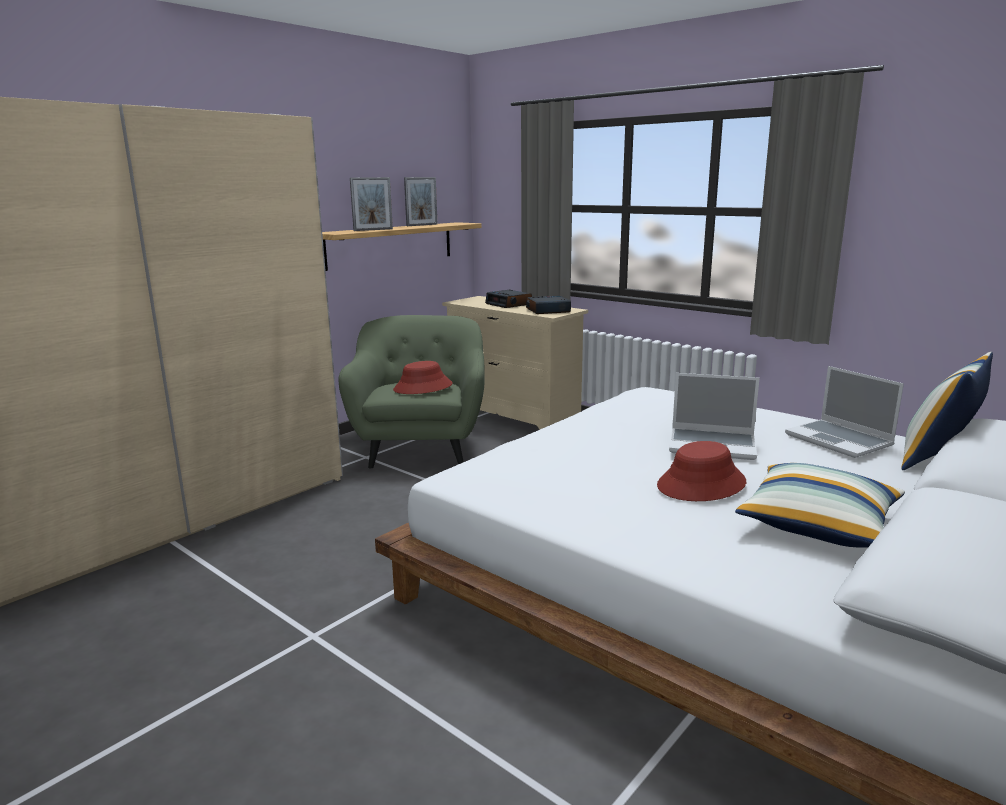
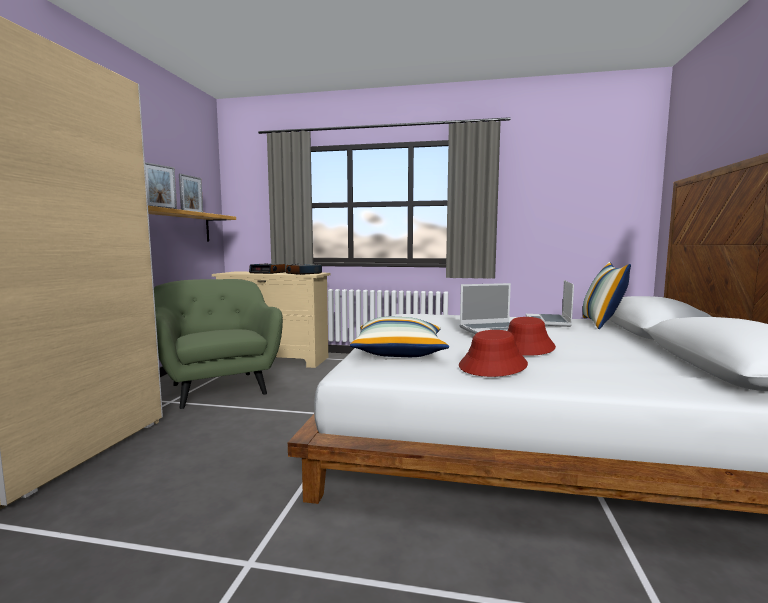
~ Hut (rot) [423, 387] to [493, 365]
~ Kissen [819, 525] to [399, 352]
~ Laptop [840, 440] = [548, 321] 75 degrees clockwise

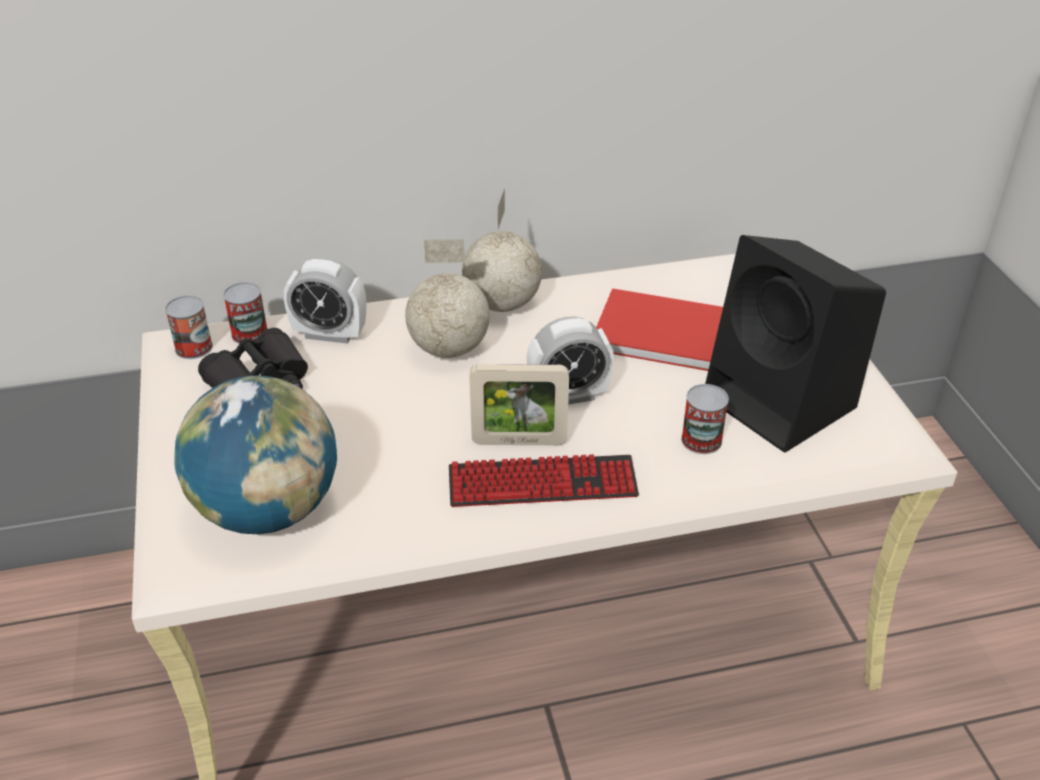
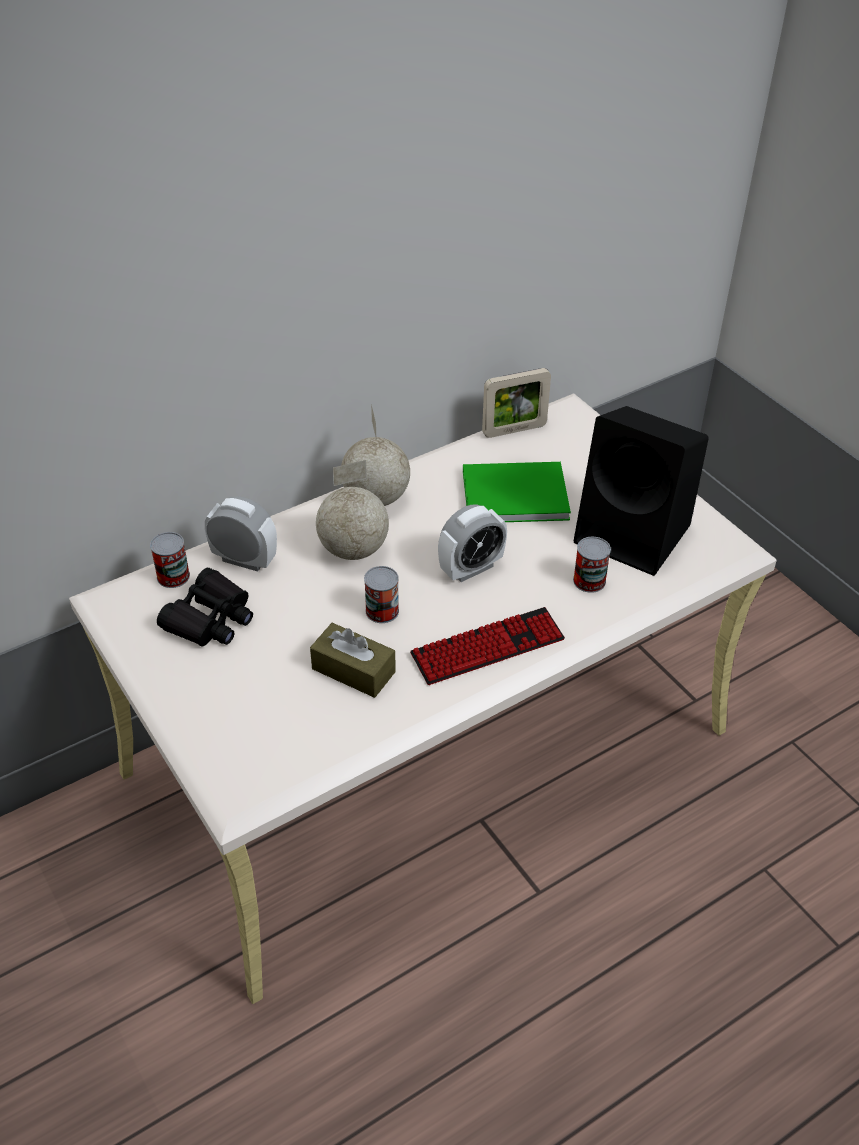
~ Dose [194, 348] to [382, 611]
- Globus [268, 510]
~ Wecker [330, 334] = [244, 560] 150 degrees counterclockwise
~ Bilderrahmen [519, 441] to [514, 430]
~ Buch (rot) [655, 330] to Buch (grün) [511, 493]
+ Taschentuchbox (braun) [353, 670]

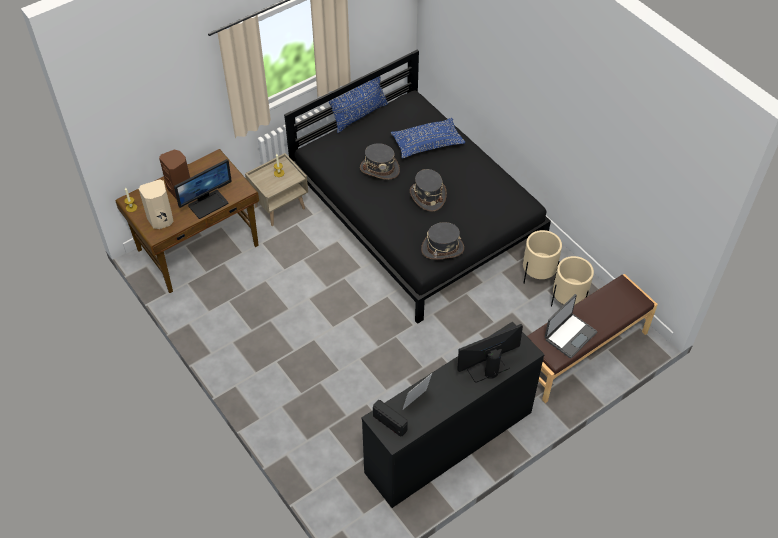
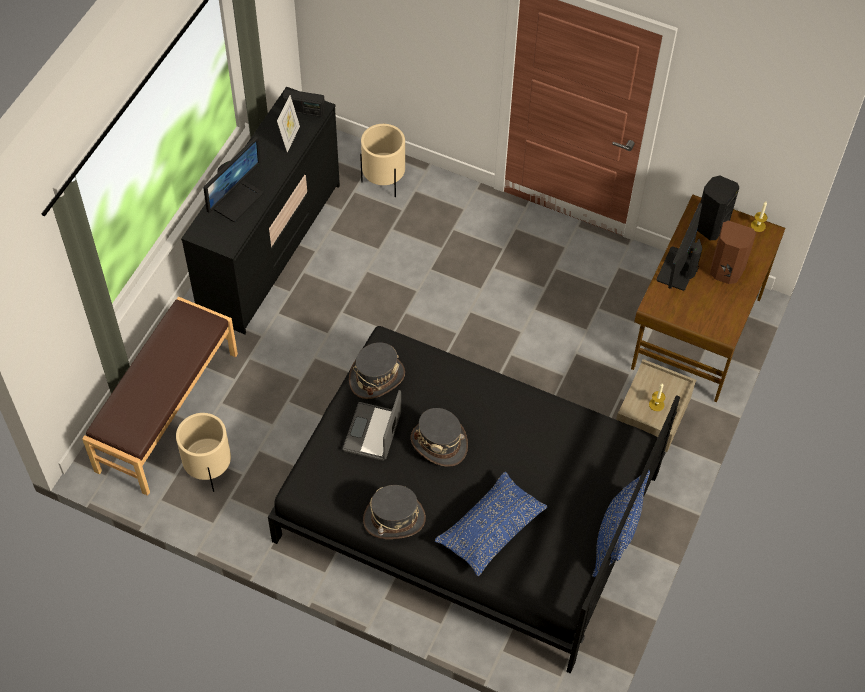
~ Lautsprecher (beige) [161, 220] to Lautsprecher (schwarz) [710, 226]
~ Hut (grau) [379, 169] to [394, 519]
~ Pflanzkübel (beige) [538, 275] to [384, 182]
~ Laptop [569, 335] to [373, 432]

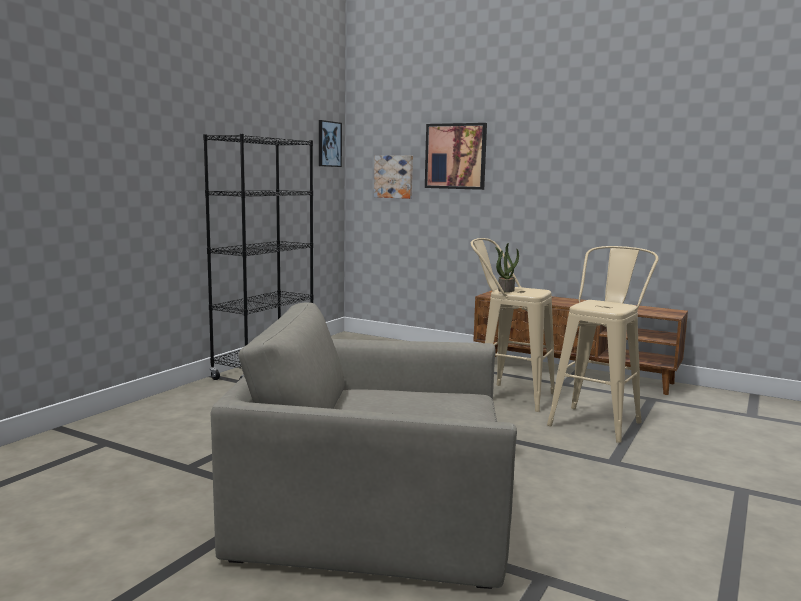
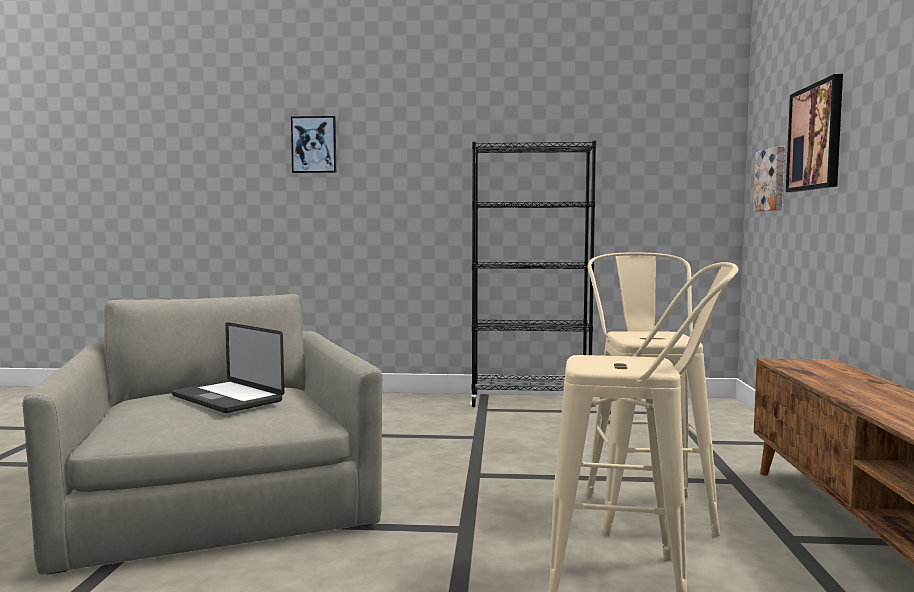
~ Bild [329, 144] to [314, 145]
- Topfpflanze [505, 290]
+ Laptop [227, 398]

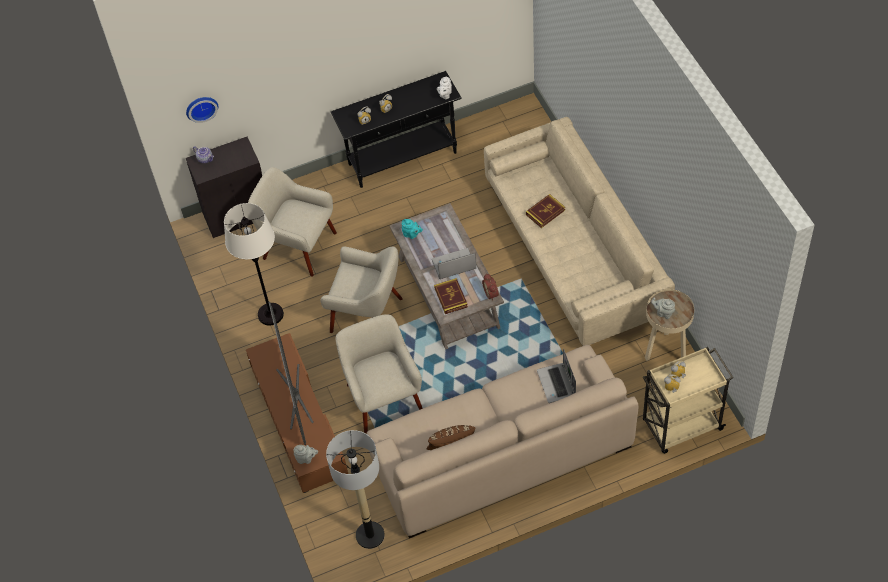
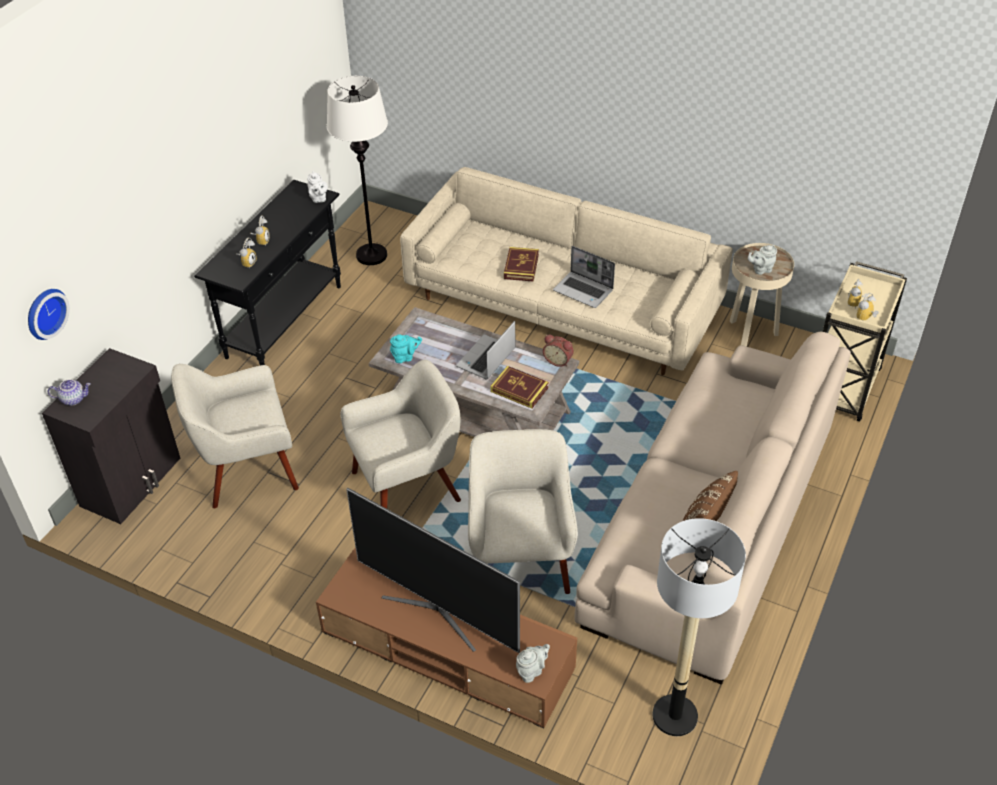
~ Stehlampe (weiß) [270, 315] to [371, 255]
~ Sessel (beige) [383, 396] = [520, 557] 60 degrees clockwise
~ Laptop [557, 384] to [584, 290]

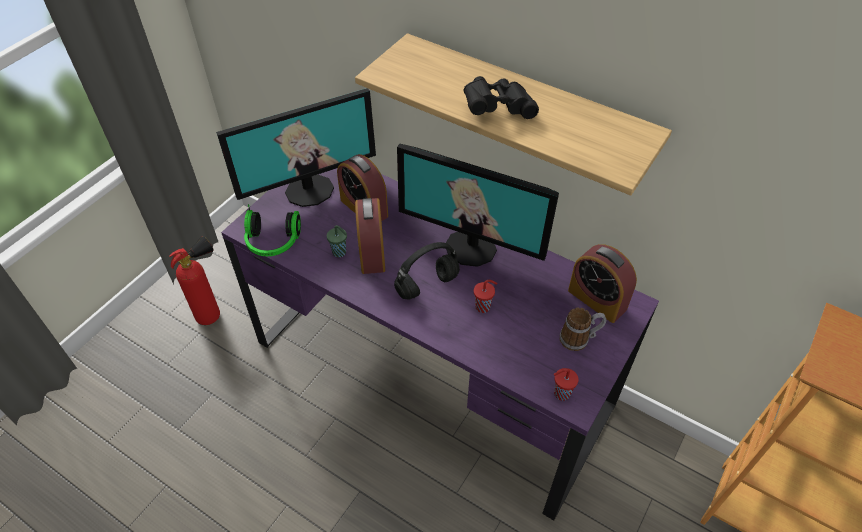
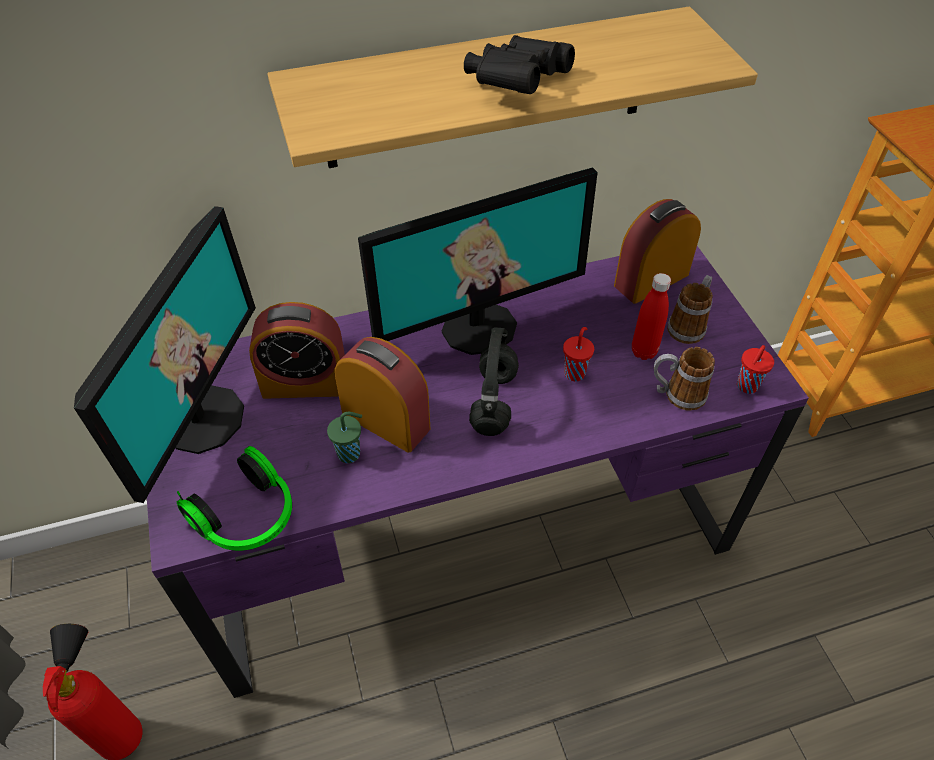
~ Wecker [597, 300] = [651, 280] 150 degrees clockwise
+ Flasche (rot) [643, 351]
+ Henkelbecher [676, 395]

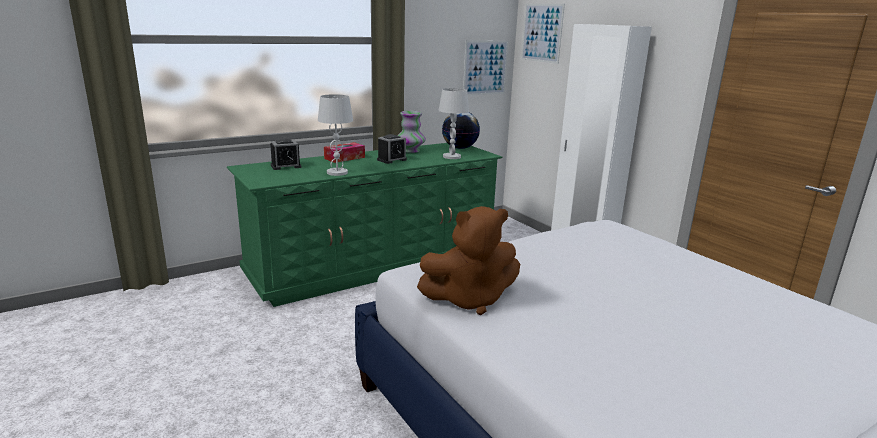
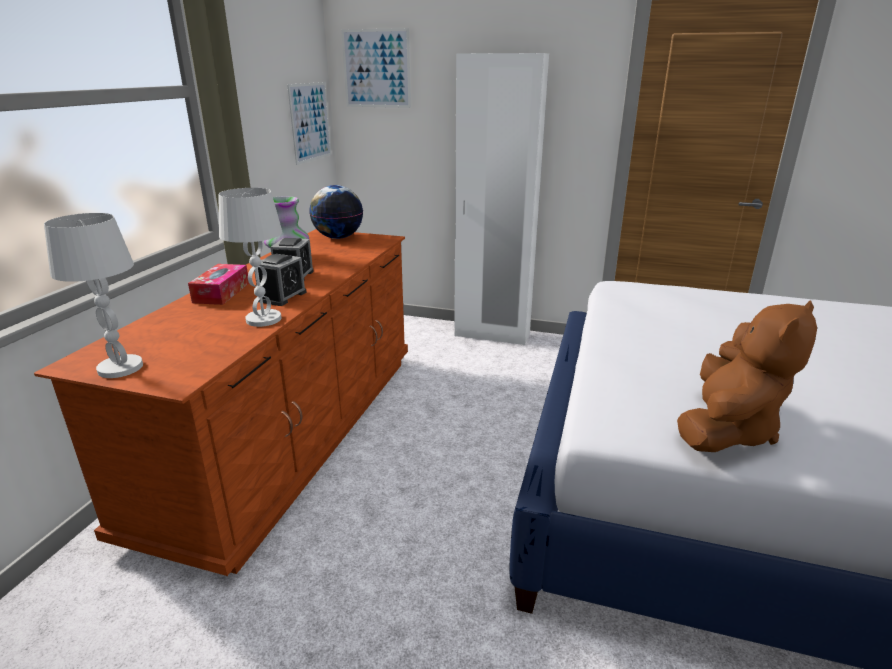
~ Kommode (grün) [374, 264] to Kommode (braun) [293, 433]
~ Wecker [286, 166] to [282, 296]
~ Tischlampe (weiß) [452, 157] to [121, 368]

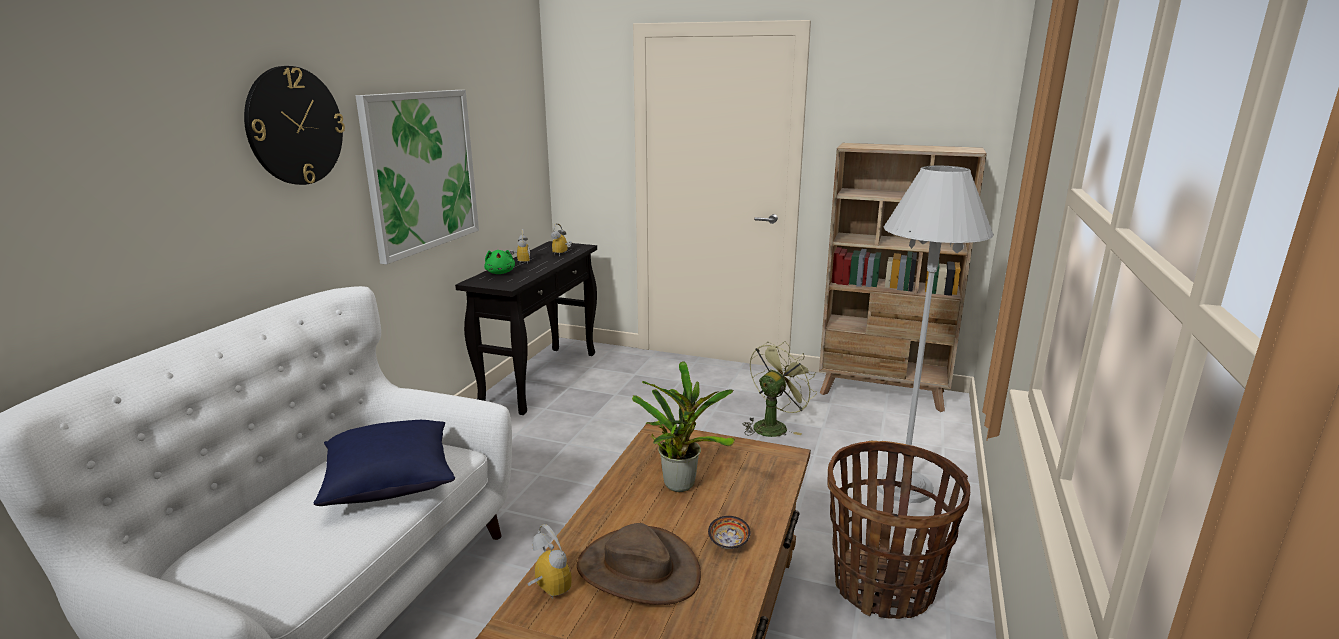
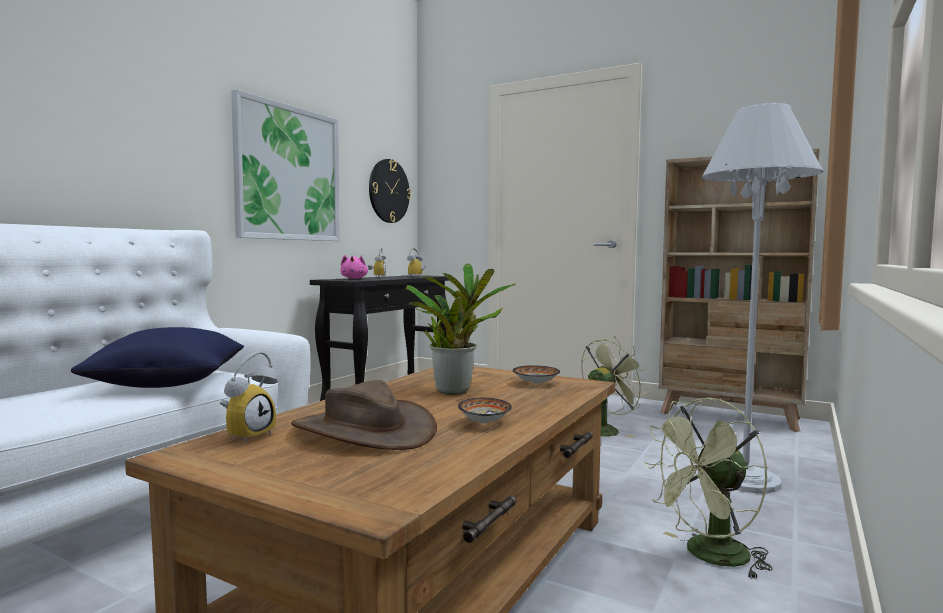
~ Wanduhr [295, 126] to [389, 191]
~ Plüschtier (grün) [500, 273] to Plüschtier (rosa) [354, 278]
~ Wecker [546, 591] = [247, 435] 60 degrees clockwise
~ Korb [883, 586] to Ventilator (grün) [709, 557]
+ Schüssel [535, 383]

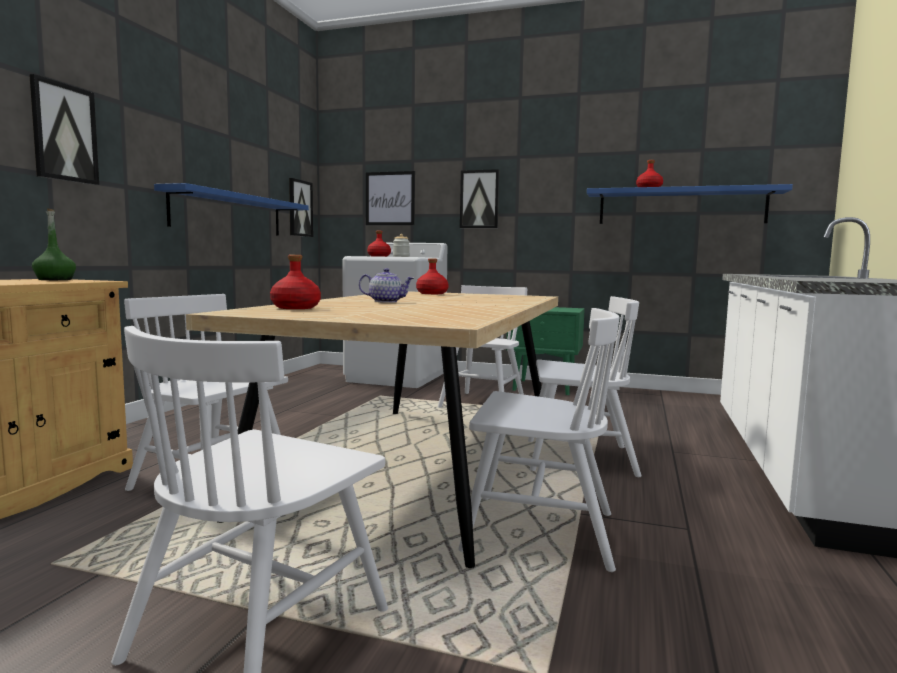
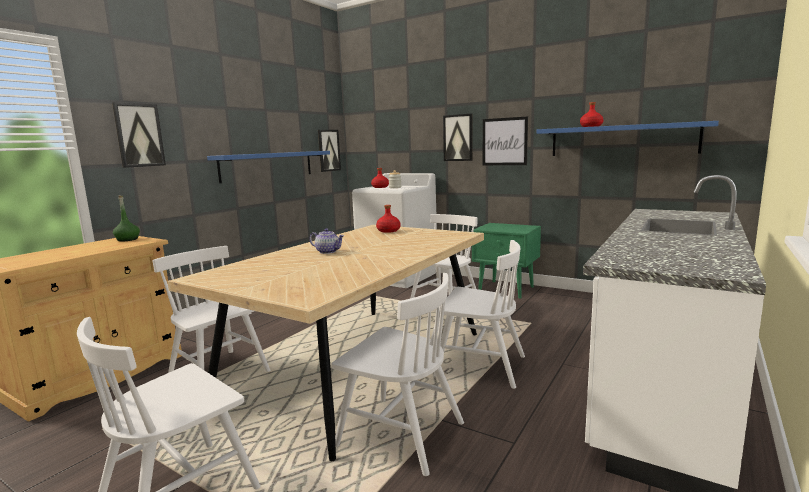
- Flasche (rot) [296, 308]
~ Bild [390, 198] to [504, 141]

